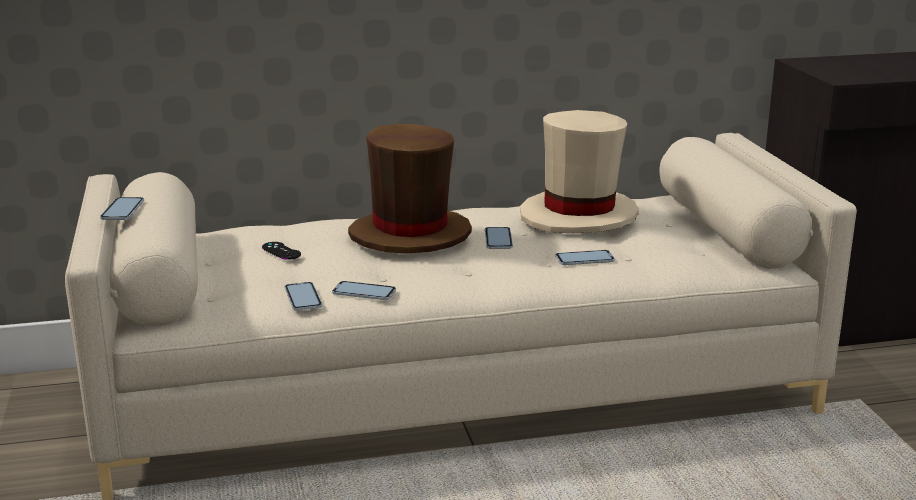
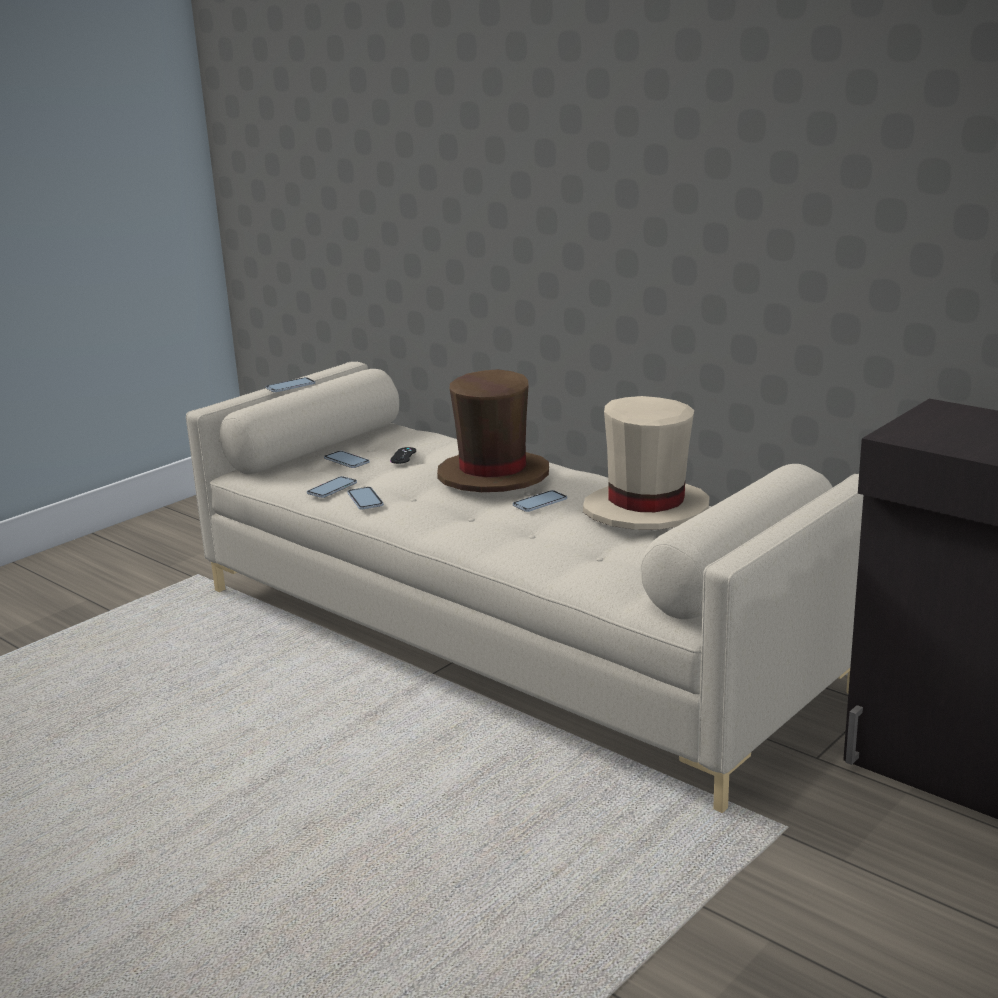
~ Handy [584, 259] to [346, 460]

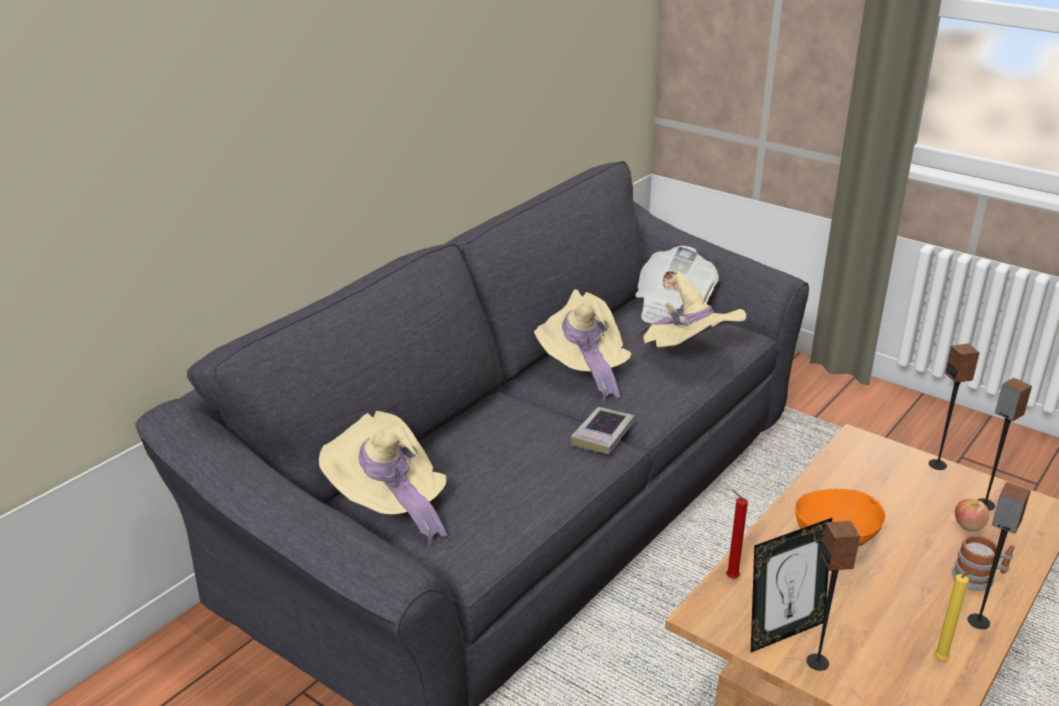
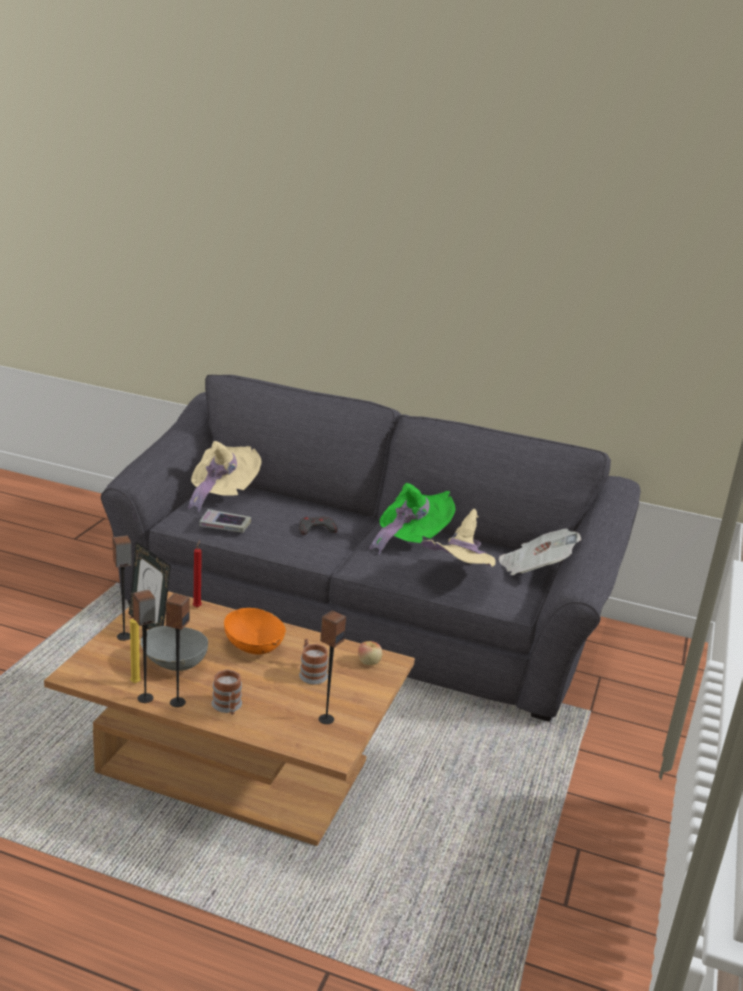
~ Hut (beige) [582, 368] to Hut (grün) [410, 539]
~ Buch [603, 435] to [225, 525]
~ Lautsprecher [938, 464] to [145, 698]
~ Apfel [968, 526] to [369, 662]
+ Schüssel (grau) [173, 664]
+ Gamepad (grau) [316, 529]
+ Henkelbecher [311, 673]

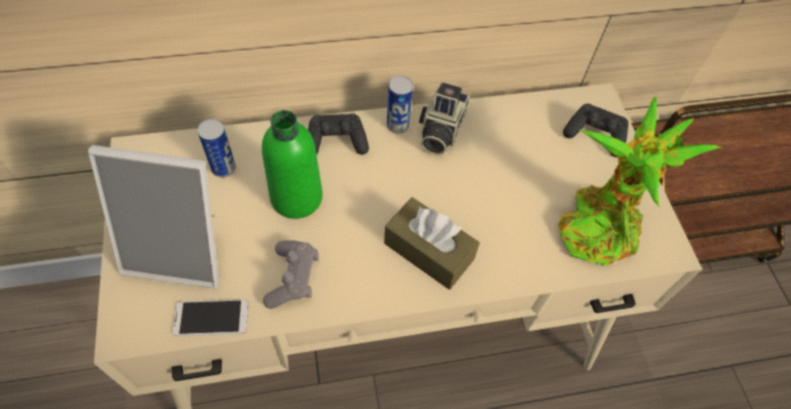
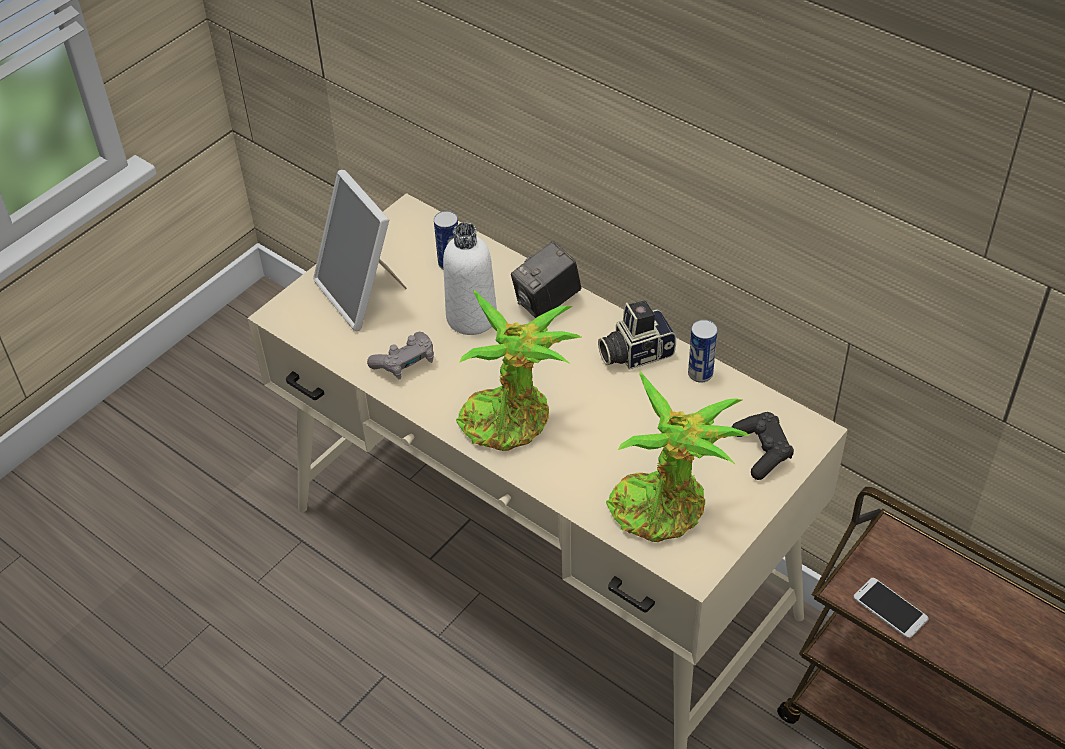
~ Handy [211, 318] to [890, 608]
~ Flasche (grün) [296, 197] to Flasche (weiß) [471, 318]
~ Gamepad (schwarz) [336, 142] to Kamera [547, 303]
~ Taschentuchbox (braun) [428, 251] to Topfpflanze [512, 419]
~ Dose [397, 125] to [700, 374]

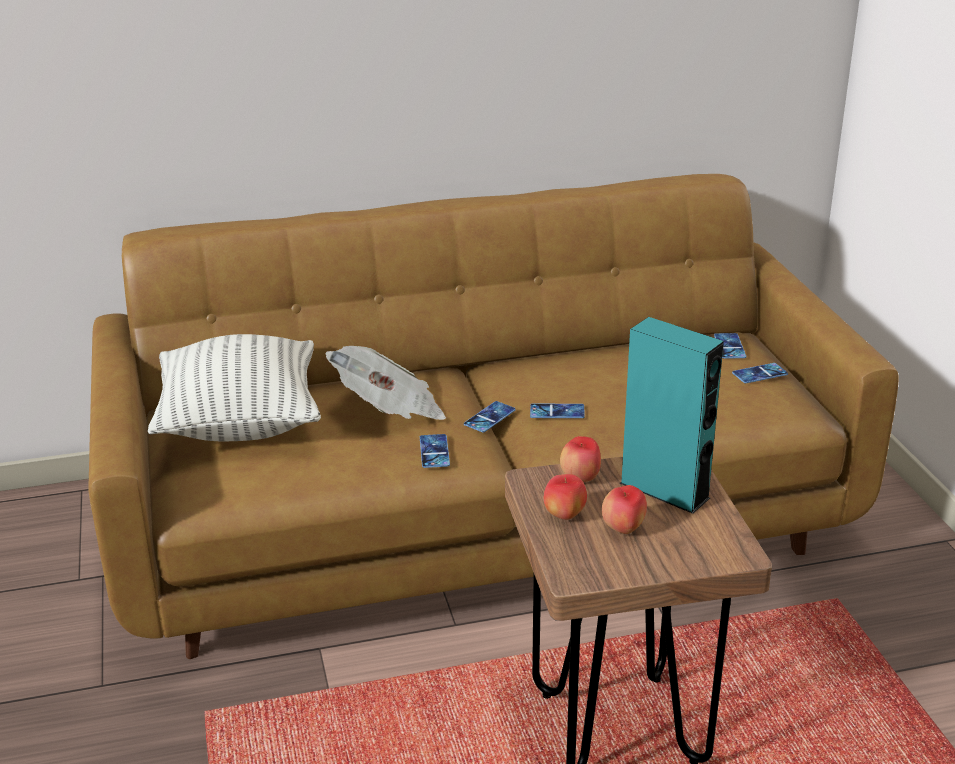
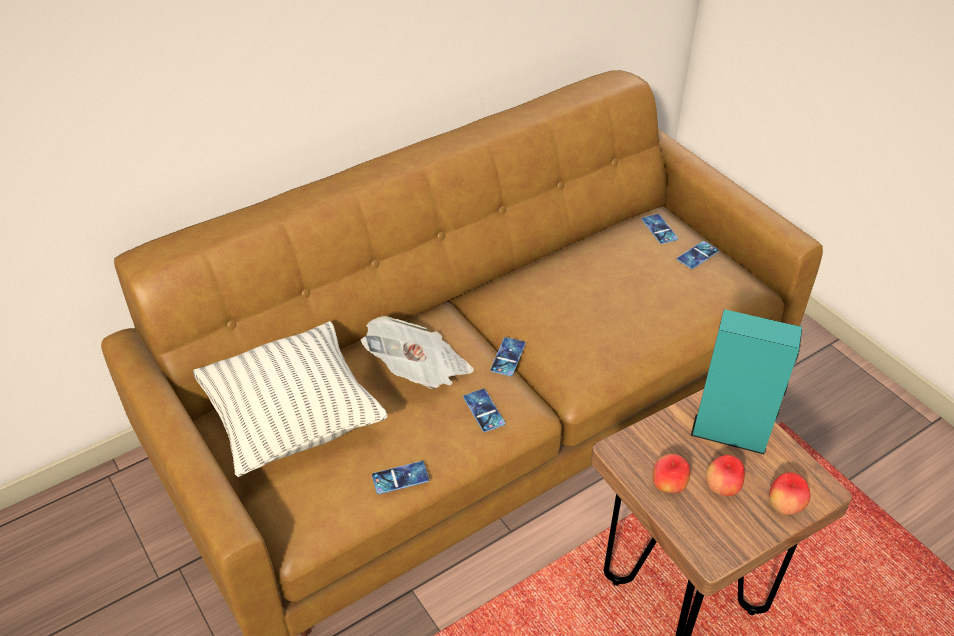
~ Handy [557, 411] to [400, 478]
~ Apfel [580, 479] to [784, 506]

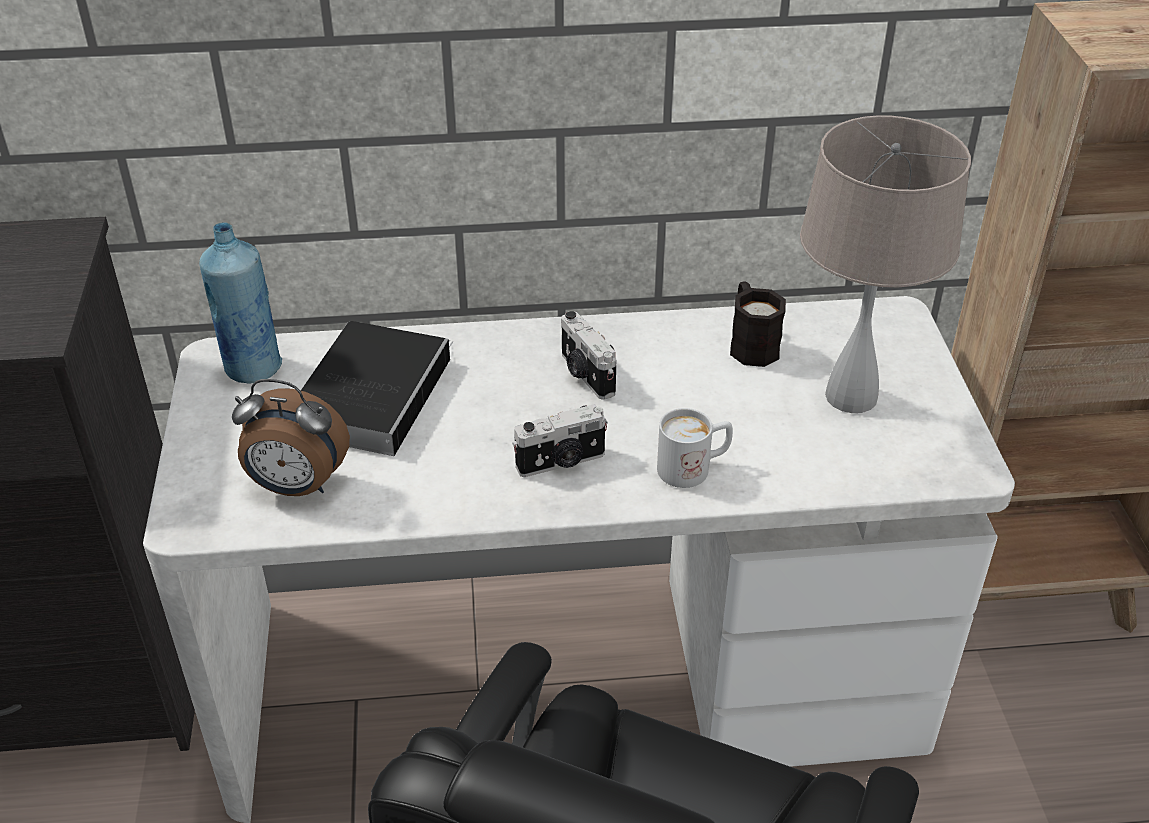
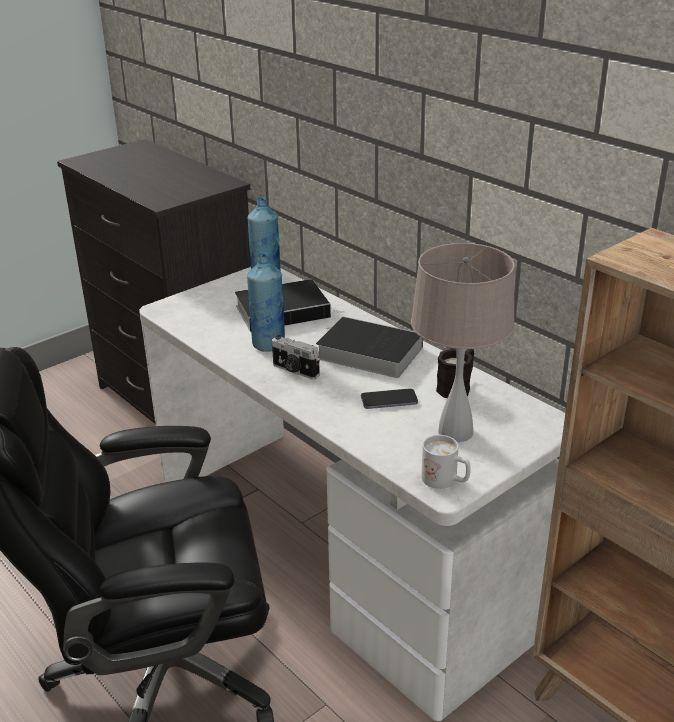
- Wecker [296, 486]
~ Kamera [585, 375] to Buch [366, 352]
~ Henkelbecher (weiß) [694, 467] to [446, 481]
+ Flasche (blau) [268, 344]
+ Handy [389, 400]

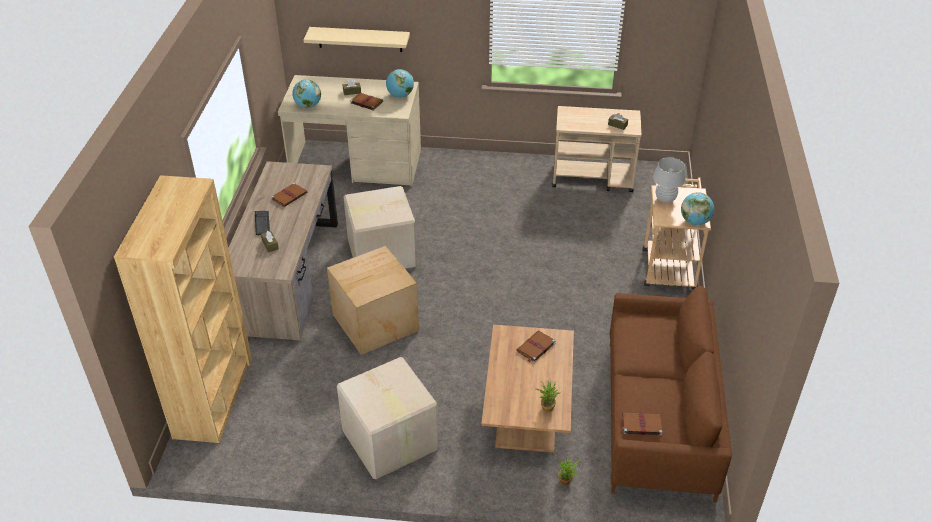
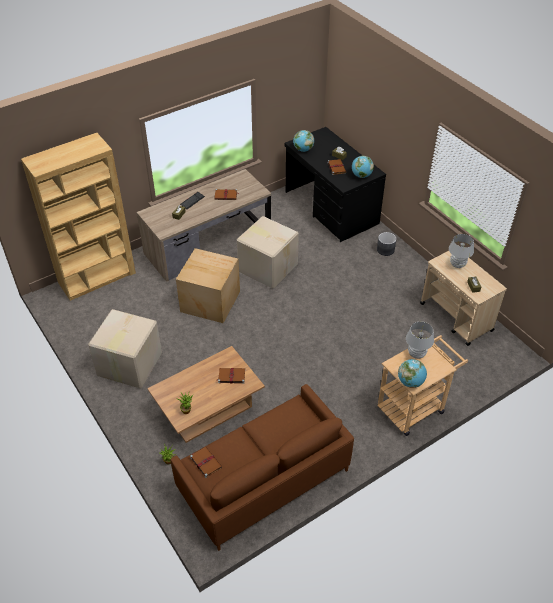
~ Schreibtisch (beige) [356, 164] to Schreibtisch (schwarz) [331, 208]
- Wandregal (beige) [360, 39]
+ Pflanzkübel (grau) [385, 250]
+ Tischlampe (weiß) [457, 264]

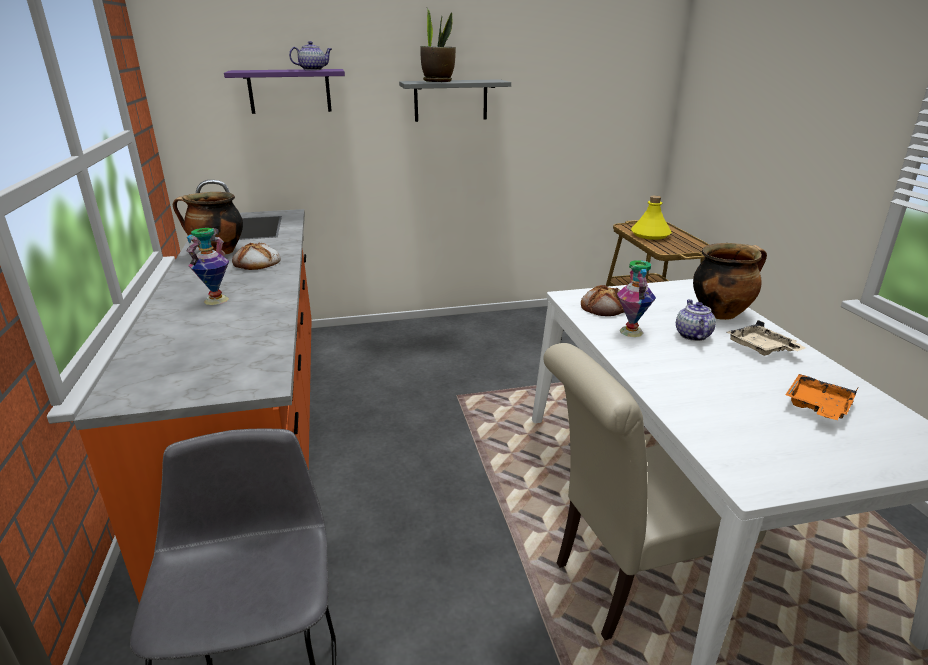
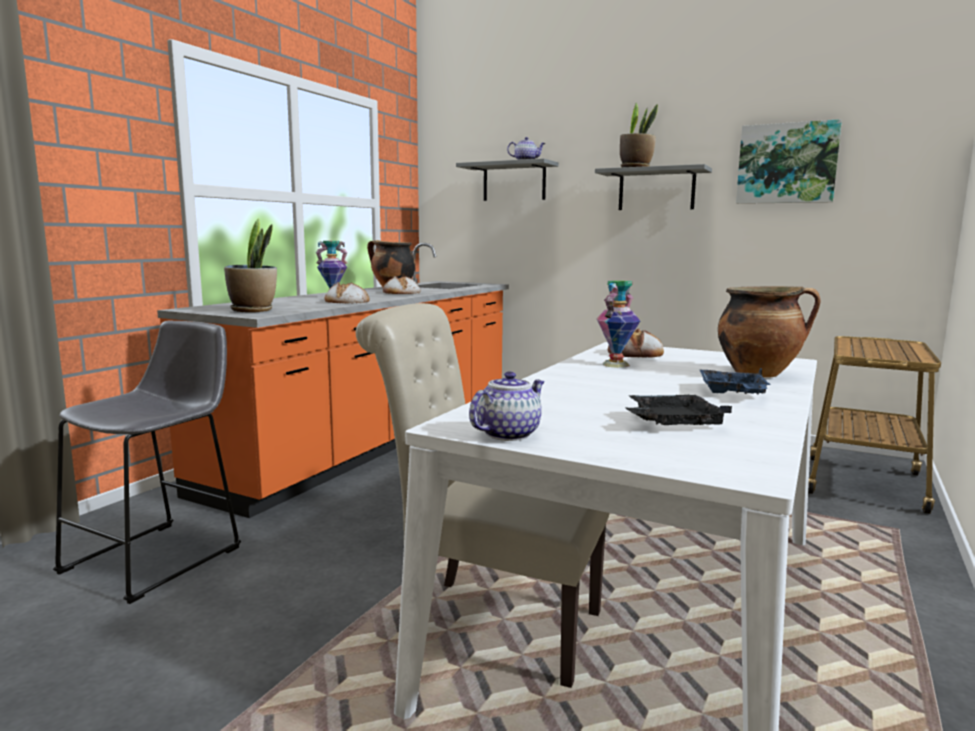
~ Wandregal (lila) [289, 91] to Wandregal (grau) [514, 182]
- Flasche (gelb) [650, 234]
~ Teekanne [692, 335] to [508, 434]
~ Tablett (beige) [761, 348] to Tablett (blau) [733, 393]
~ Tablett (orange) [817, 407] to Tablett (schwarz) [672, 423]
+ Topfpflanze [253, 310]
+ Brot [347, 301]
+ Bild [787, 163]

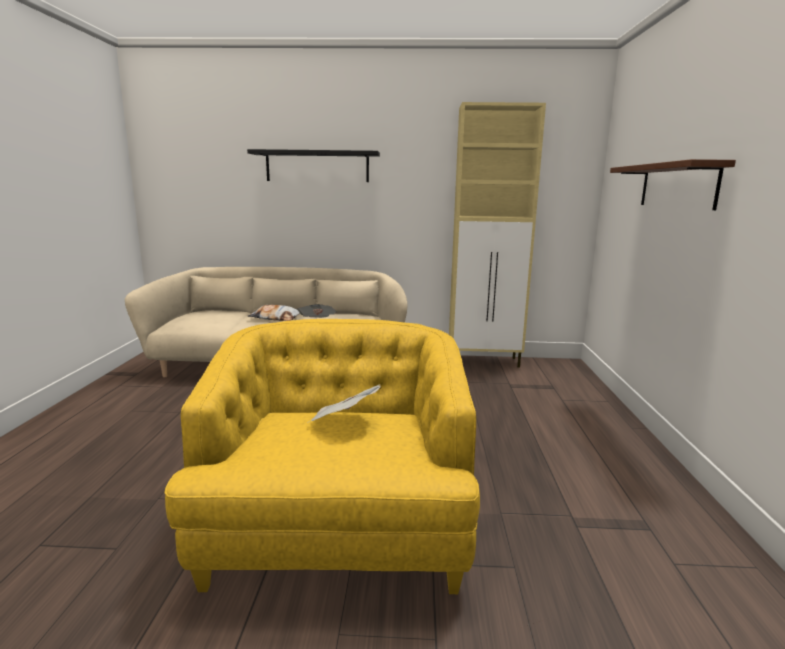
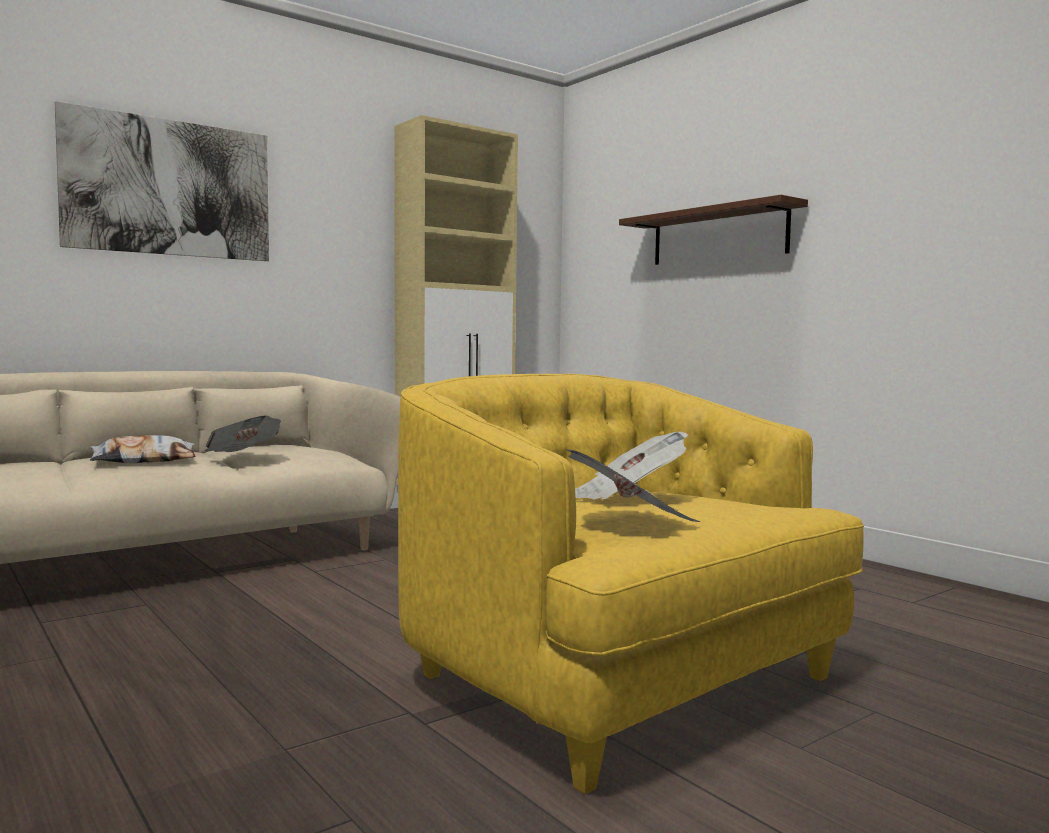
~ Wandregal (schwarz) [317, 166] to Bild [169, 188]
+ Zeitung [631, 522]

